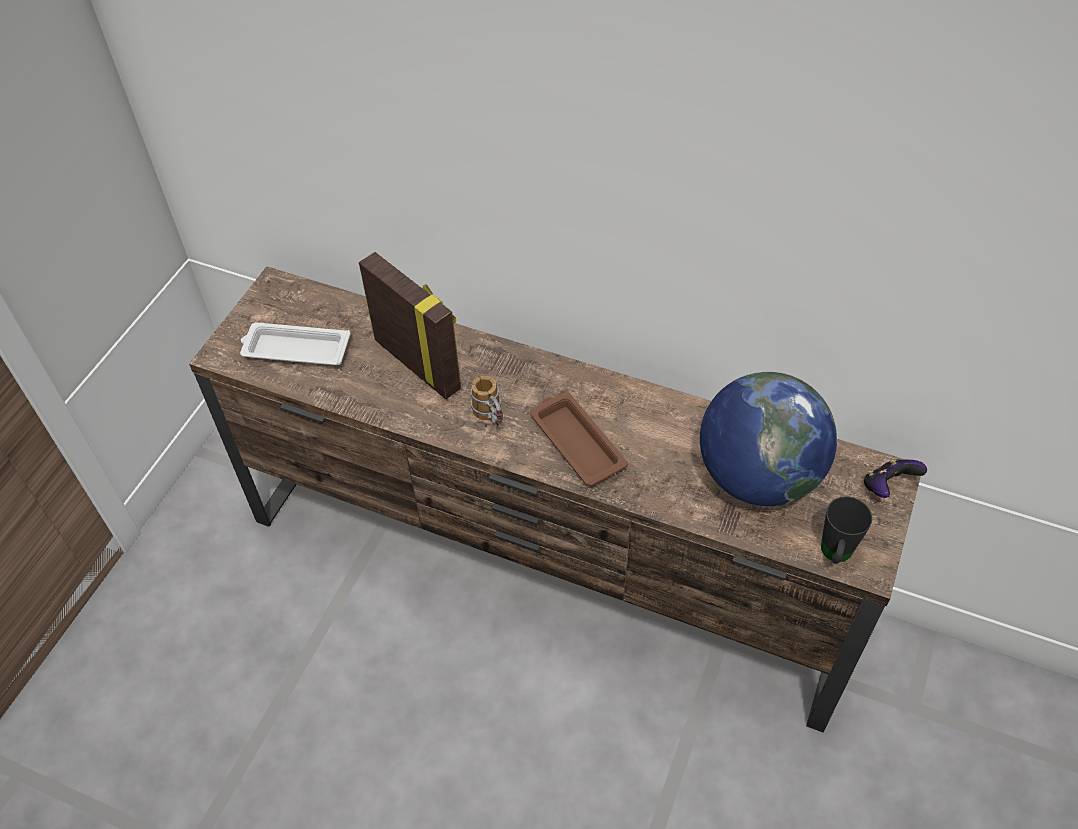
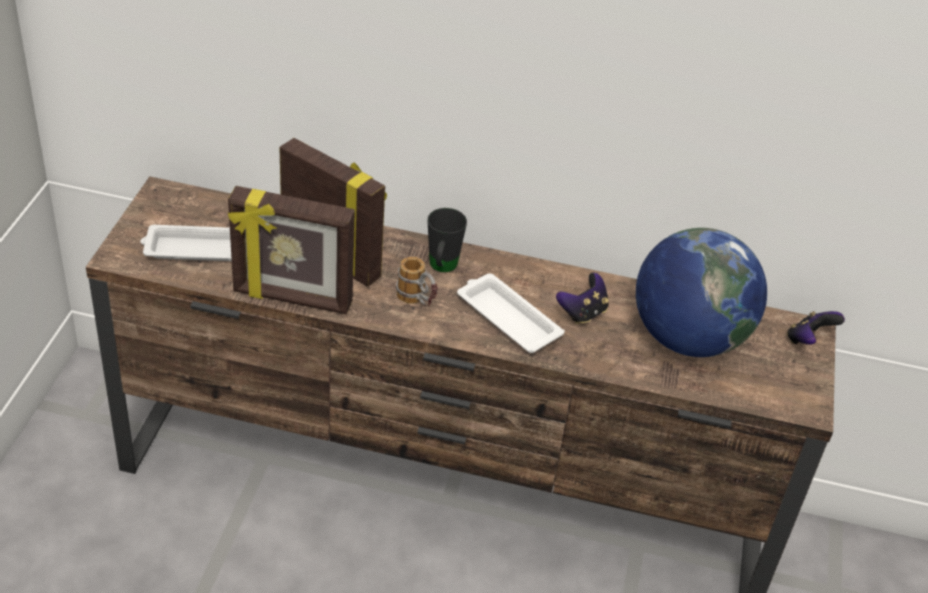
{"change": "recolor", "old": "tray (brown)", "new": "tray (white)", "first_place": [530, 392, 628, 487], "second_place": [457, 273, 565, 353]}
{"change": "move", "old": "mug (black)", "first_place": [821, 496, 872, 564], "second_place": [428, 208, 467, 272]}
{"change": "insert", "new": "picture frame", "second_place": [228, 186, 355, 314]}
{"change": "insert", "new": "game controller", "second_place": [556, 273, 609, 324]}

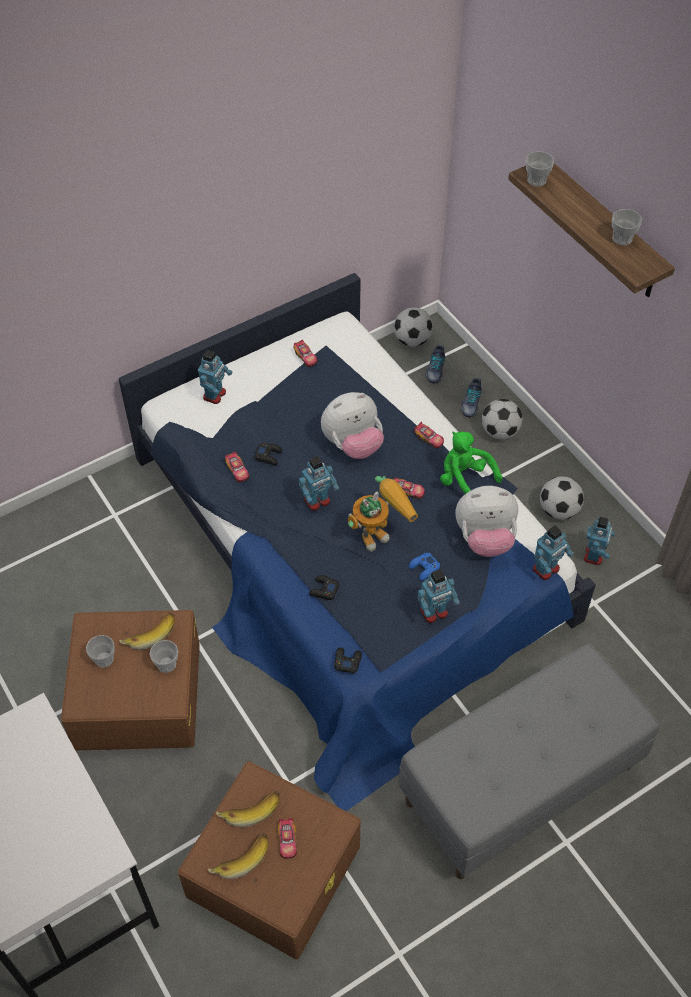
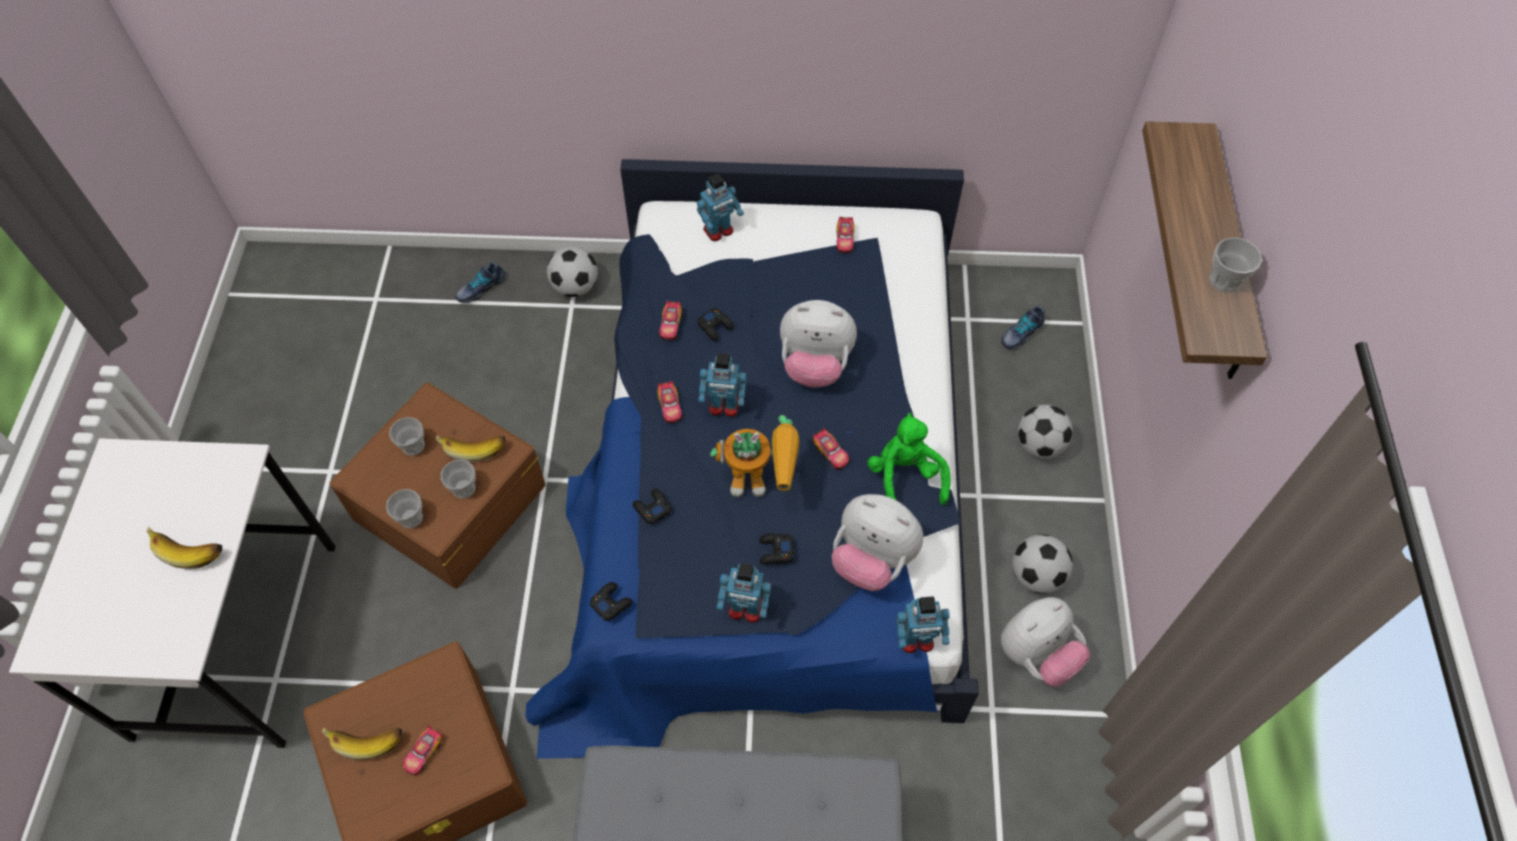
{"change": "move", "old": "banana", "first_place": [216, 790, 280, 827], "second_place": [146, 527, 222, 569]}
{"change": "move", "old": "football", "first_place": [394, 307, 433, 347], "second_place": [547, 246, 598, 297]}
{"change": "recolor", "old": "game controller (blue)", "new": "game controller (black)", "first_place": [409, 553, 440, 581], "second_place": [759, 533, 794, 565]}
{"change": "move", "old": "toy car", "first_place": [414, 422, 444, 449], "second_place": [657, 381, 682, 423]}
{"change": "move", "old": "shoe", "first_place": [460, 378, 482, 417], "second_place": [455, 261, 506, 303]}
{"change": "move", "old": "cup", "first_place": [526, 151, 554, 187], "second_place": [386, 489, 423, 528]}
{"change": "replace", "old": "toy robot", "new": "plush toy", "first_place": [584, 517, 615, 565], "second_place": [1001, 597, 1090, 687]}

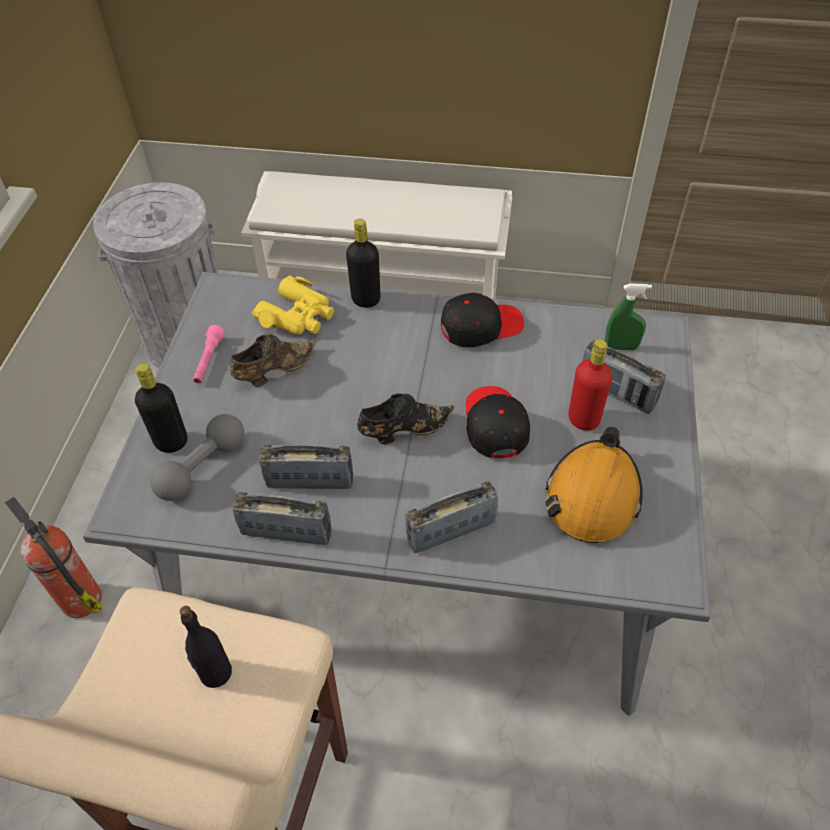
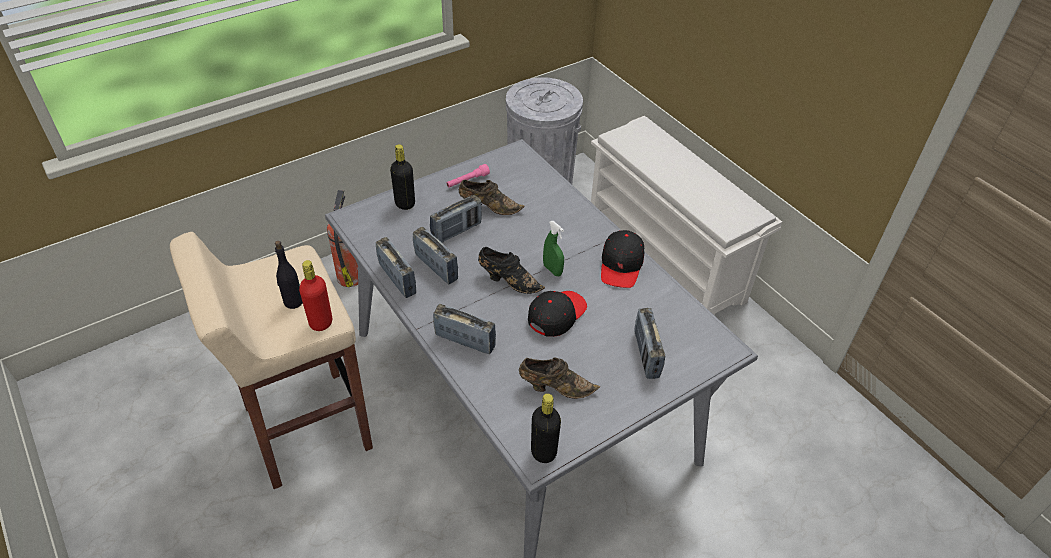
{"change": "delete", "old": "dumbbell (grey)", "first_place": [150, 414, 245, 501]}
{"change": "delete", "old": "binoculars (yellow)", "first_place": [252, 275, 334, 335]}
{"change": "move", "old": "bottle (black)", "first_place": [346, 219, 381, 308], "second_place": [531, 393, 561, 463]}
{"change": "rotate", "old": "cap (black)", "first_place": [441, 293, 524, 348], "second_place": [601, 230, 645, 288], "degrees": 75}
{"change": "replace", "old": "hard hat (orange)", "new": "shoe (brown)", "first_place": [545, 426, 643, 543], "second_place": [519, 357, 600, 399]}
{"change": "move", "old": "bottle (red)", "first_place": [569, 339, 612, 431], "second_place": [299, 260, 332, 331]}
{"change": "move", "old": "spray bottle (green)", "first_place": [605, 284, 652, 350], "second_place": [543, 221, 564, 276]}
{"change": "insert", "new": "radio", "second_place": [430, 195, 482, 243]}

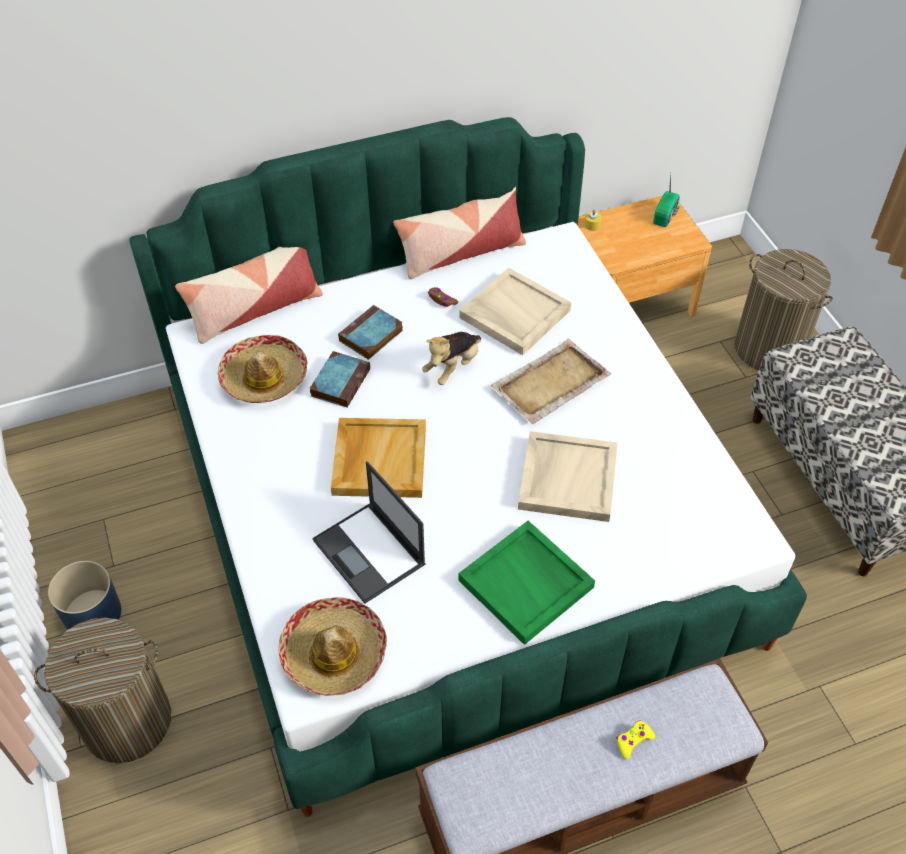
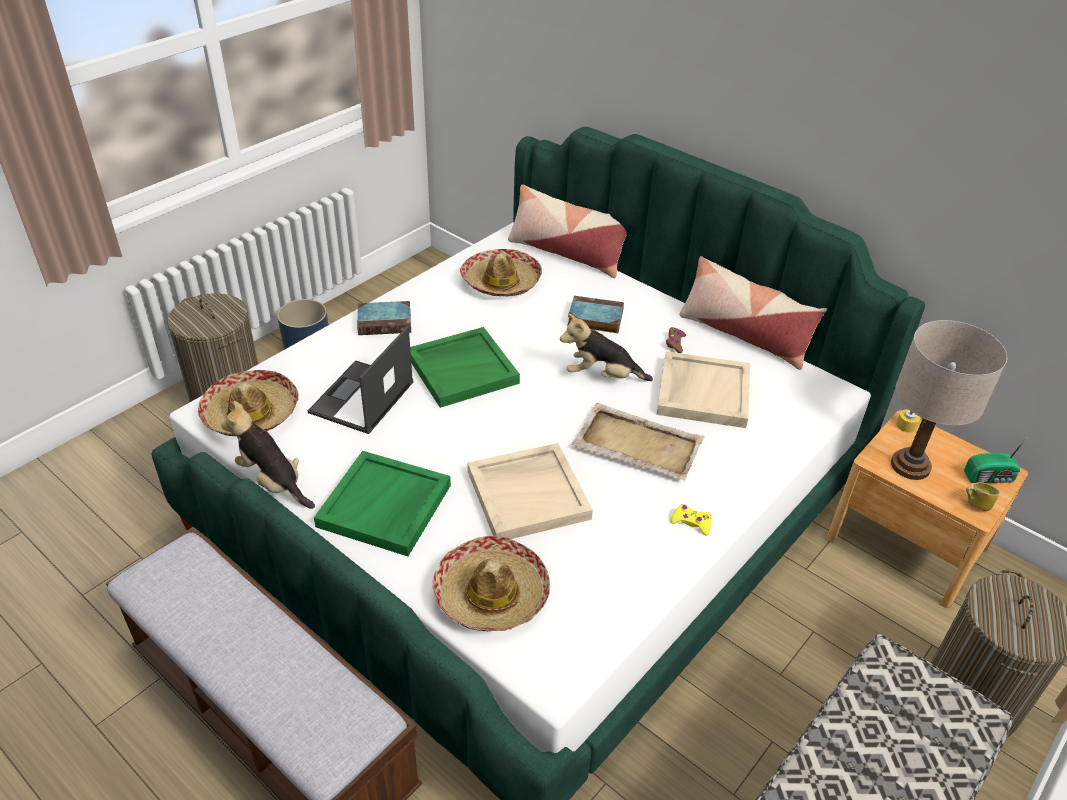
{"change": "move", "old": "book", "first_place": [309, 351, 370, 408], "second_place": [357, 301, 411, 335]}
{"change": "recolor", "old": "tray (beige)", "new": "tray (green)", "first_place": [331, 418, 426, 498], "second_place": [410, 327, 520, 408]}
{"change": "move", "old": "game controller (yellow)", "first_place": [617, 720, 655, 759], "second_place": [670, 504, 712, 536]}
{"change": "insert", "new": "plush toy", "second_place": [221, 401, 315, 509]}
{"change": "insert", "new": "hat", "second_place": [433, 536, 550, 631]}
{"change": "insert", "new": "table lamp (beige)", "second_place": [891, 320, 1007, 480]}
{"change": "insert", "new": "mug", "second_place": [966, 482, 1000, 511]}

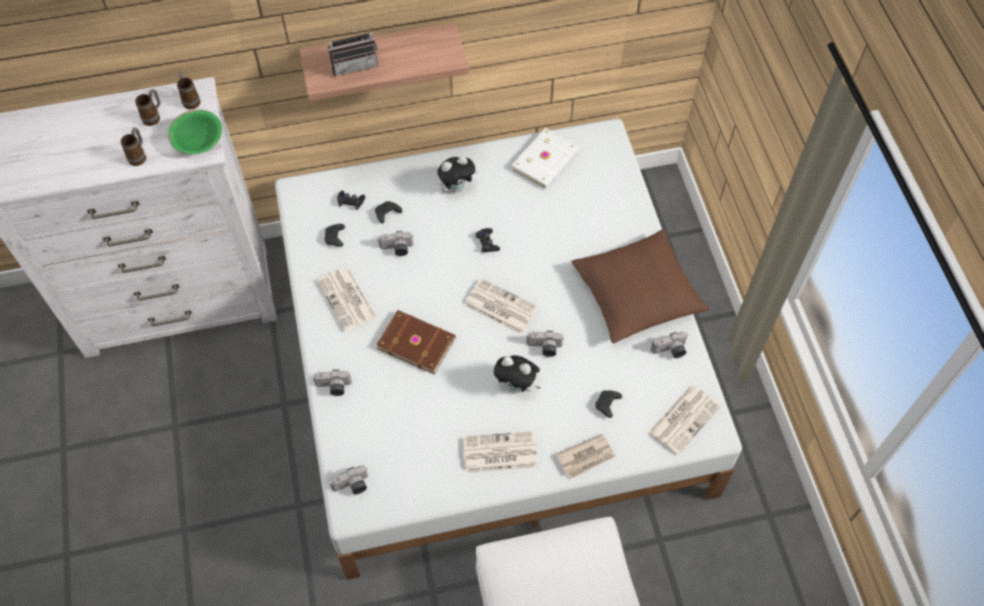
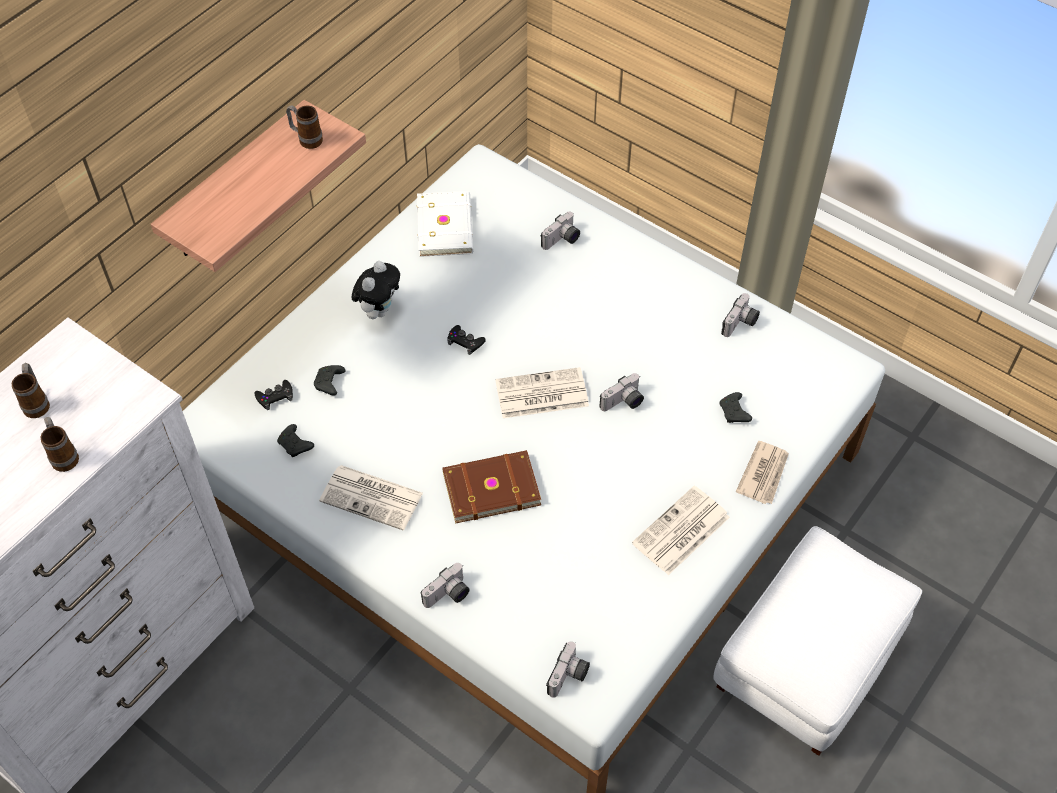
{"change": "delete", "old": "bowl (green)", "first_place": [168, 109, 222, 154]}
{"change": "move", "old": "mug", "first_place": [177, 72, 200, 109], "second_place": [286, 105, 323, 149]}
{"change": "delete", "old": "radio", "first_place": [328, 18, 378, 76]}
{"change": "move", "old": "photo camera", "first_place": [378, 231, 413, 256], "second_place": [541, 211, 580, 250]}
{"change": "delete", "old": "plush toy", "first_place": [494, 355, 541, 393]}
{"change": "delete", "old": "pillow (brown)", "first_place": [572, 229, 710, 343]}
{"change": "delete", "old": "newspaper", "first_place": [648, 385, 721, 455]}

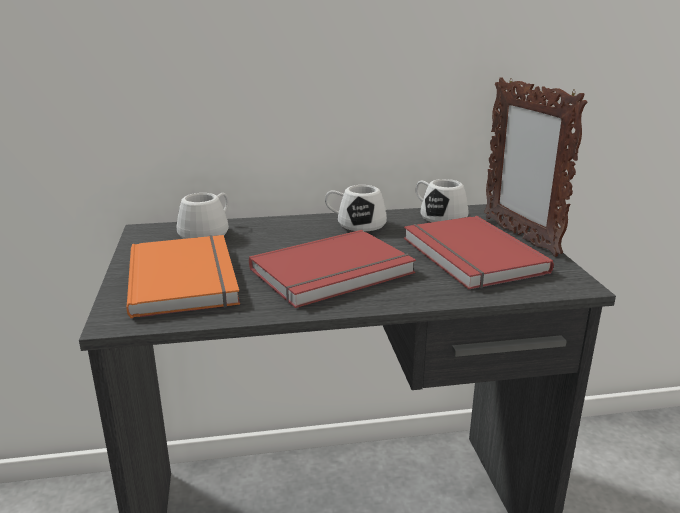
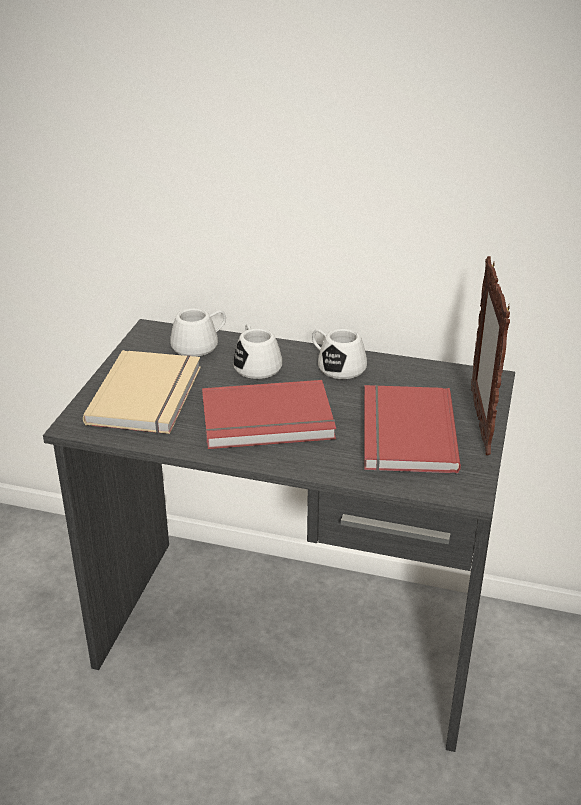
{"change": "recolor", "old": "book (orange)", "new": "book (beige)", "first_place": [126, 235, 240, 318], "second_place": [83, 350, 201, 434]}
{"change": "move", "old": "mug (white)", "first_place": [416, 179, 468, 222], "second_place": [233, 324, 282, 379]}

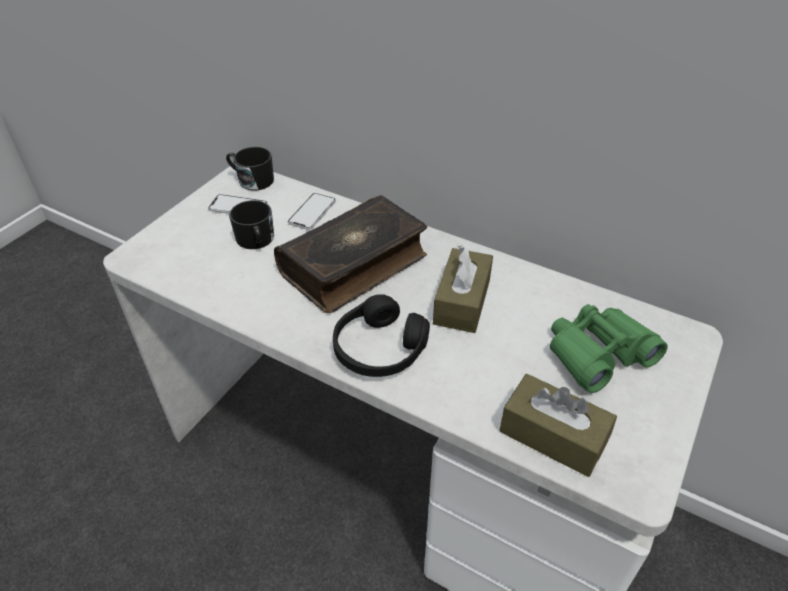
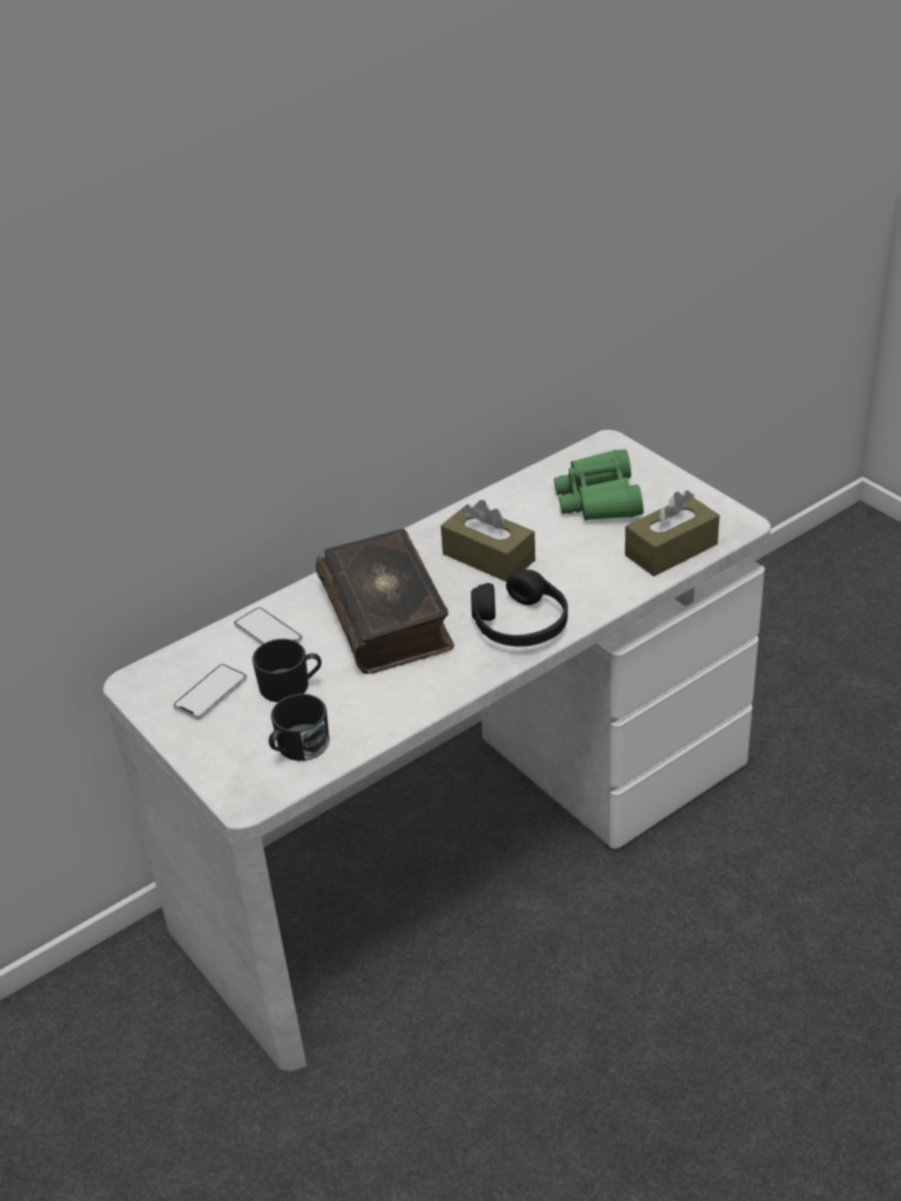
{"change": "move", "old": "mug (black)", "first_place": [226, 147, 274, 191], "second_place": [269, 694, 329, 761]}

